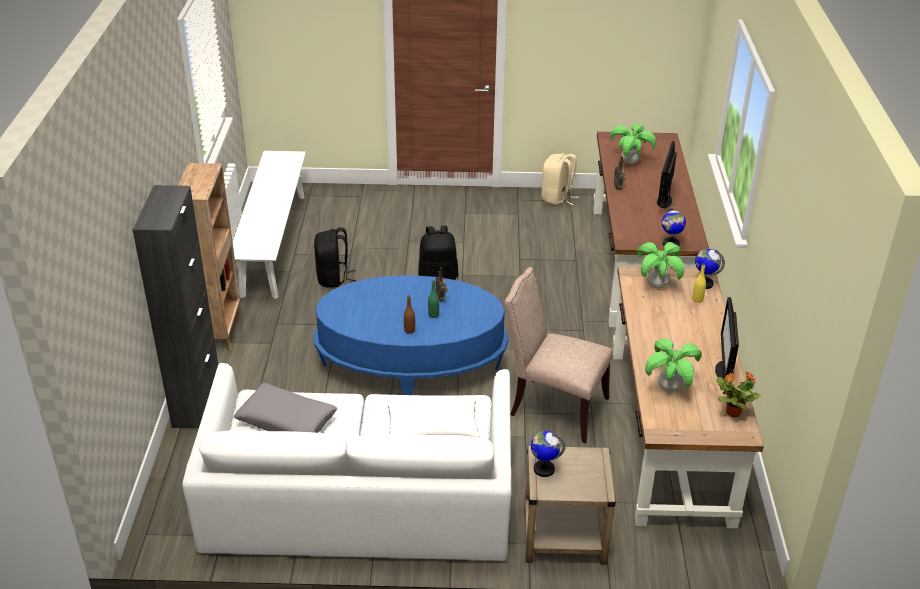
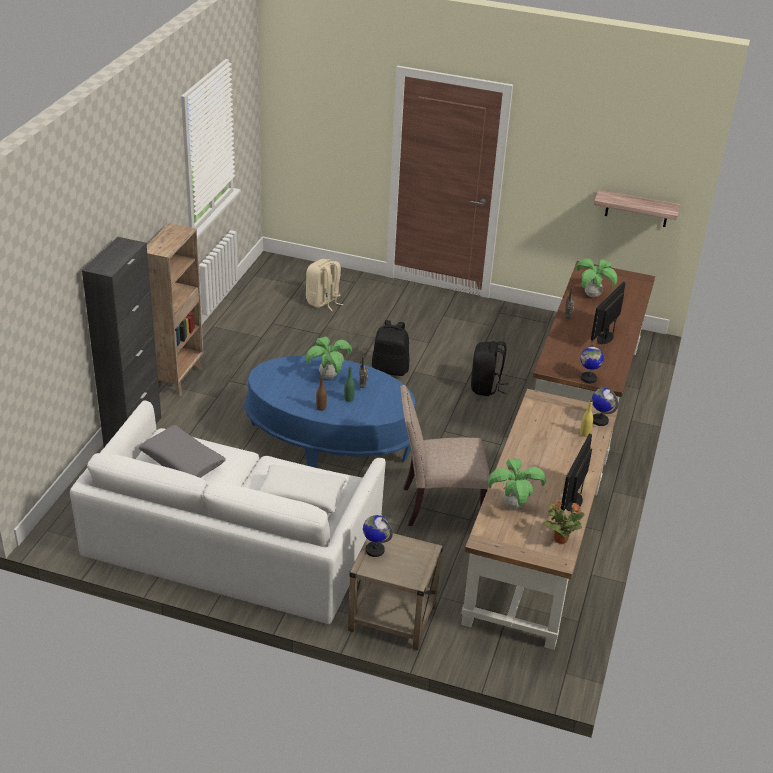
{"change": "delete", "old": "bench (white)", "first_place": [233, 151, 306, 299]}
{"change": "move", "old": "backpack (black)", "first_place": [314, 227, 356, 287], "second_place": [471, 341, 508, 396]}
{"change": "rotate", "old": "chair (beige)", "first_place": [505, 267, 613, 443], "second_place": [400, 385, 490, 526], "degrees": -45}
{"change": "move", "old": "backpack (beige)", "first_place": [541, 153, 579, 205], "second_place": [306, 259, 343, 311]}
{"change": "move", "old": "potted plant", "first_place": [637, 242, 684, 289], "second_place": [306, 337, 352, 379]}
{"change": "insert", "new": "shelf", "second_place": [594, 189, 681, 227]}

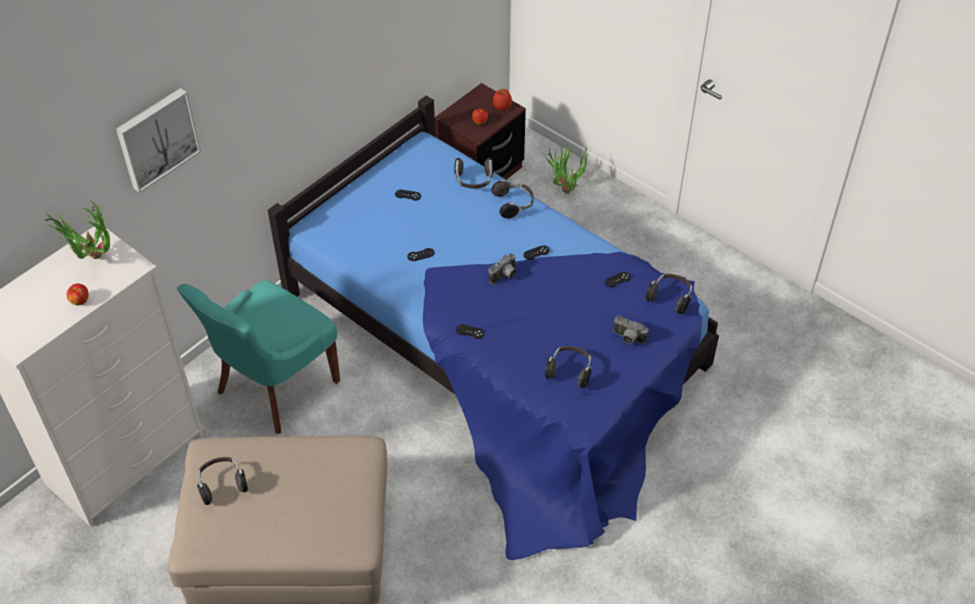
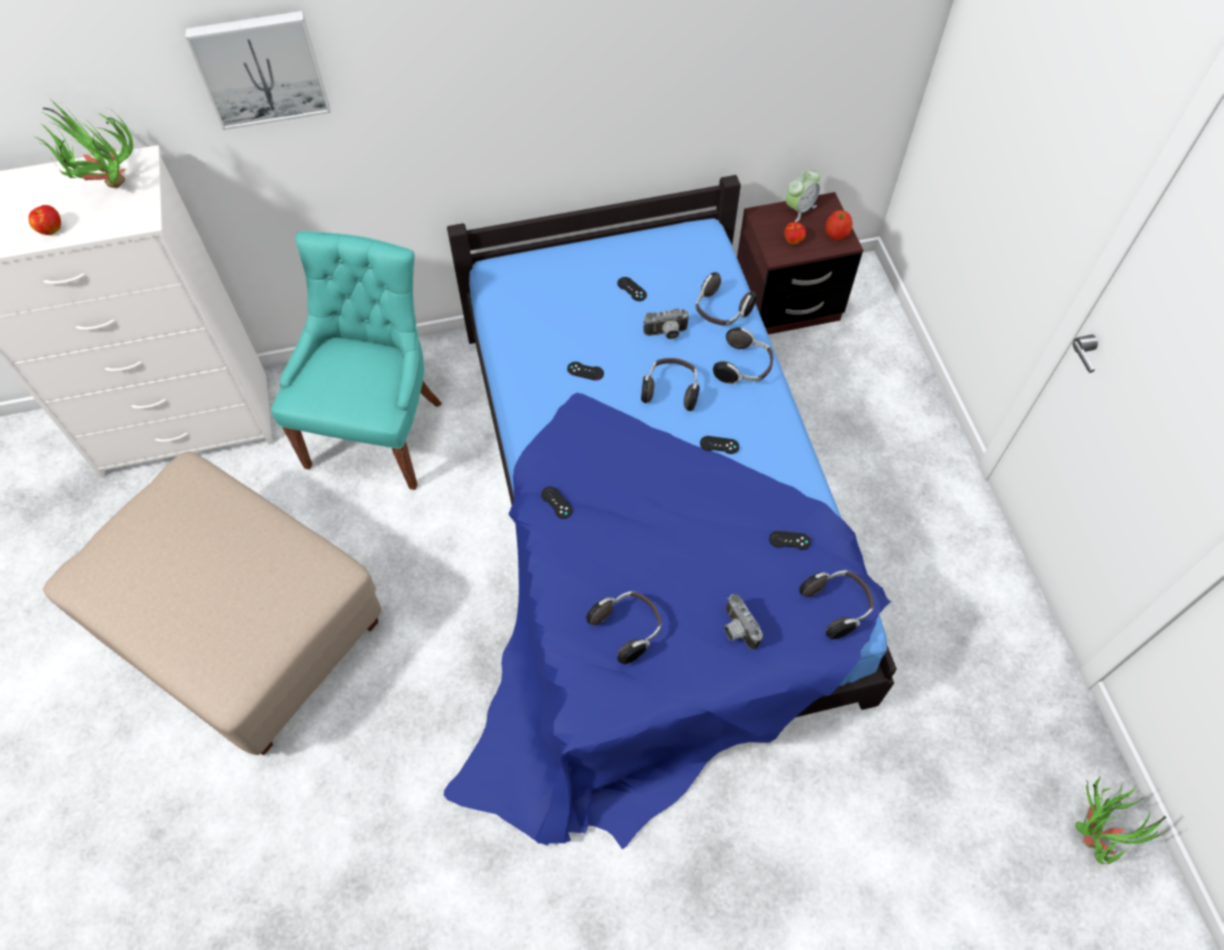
{"change": "rotate", "old": "chair (turquoise)", "first_place": [177, 280, 340, 434], "second_place": [271, 231, 442, 490], "degrees": 120}
{"change": "move", "old": "headphones", "first_place": [197, 457, 248, 505], "second_place": [641, 358, 700, 411]}
{"change": "move", "old": "photo camera", "first_place": [488, 253, 517, 284], "second_place": [643, 308, 690, 339]}
{"change": "move", "old": "potted plant", "first_place": [544, 146, 589, 194], "second_place": [1075, 777, 1169, 864]}
{"change": "insert", "new": "alarm clock", "second_place": [786, 169, 820, 222]}

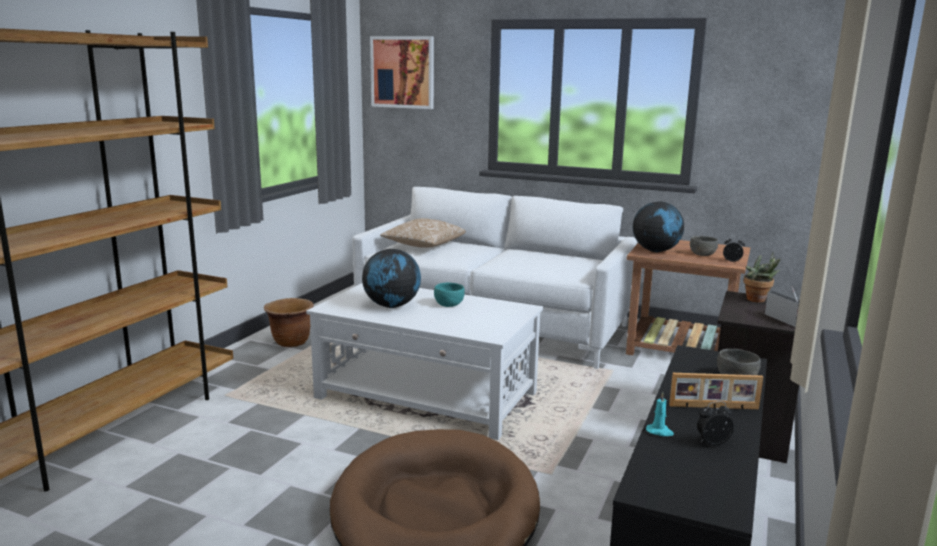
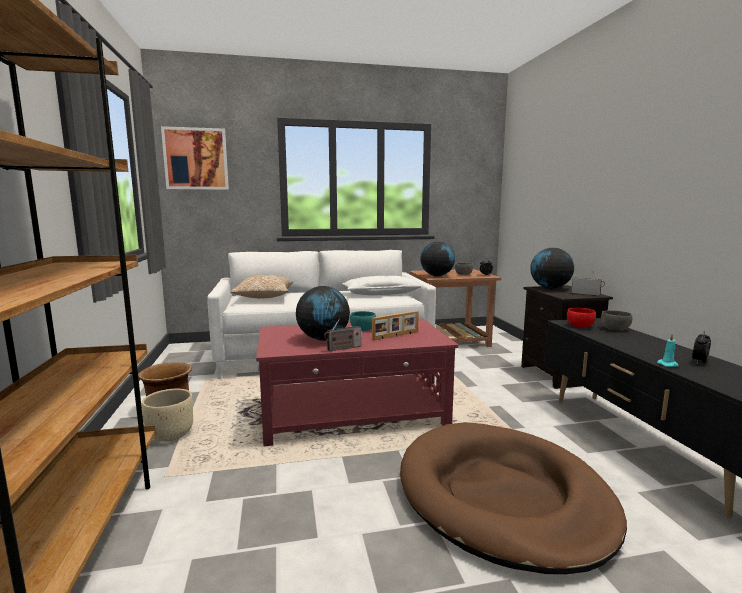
{"change": "recolor", "old": "coffee table (white)", "new": "coffee table (red)", "first_place": [306, 283, 543, 440], "second_place": [256, 318, 458, 446]}
{"change": "move", "old": "picture frame", "first_place": [669, 373, 763, 410], "second_place": [372, 311, 419, 341]}
{"change": "replace", "old": "potted plant", "new": "globe", "first_place": [744, 252, 780, 303], "second_place": [530, 248, 574, 289]}
{"change": "insert", "new": "planter (beige)", "second_place": [142, 389, 193, 442]}
{"change": "insert", "new": "radio", "second_place": [324, 318, 361, 351]}
{"change": "insert", "new": "pillow (white)", "second_place": [342, 276, 422, 295]}
{"change": "insert", "new": "bowl (red)", "second_place": [567, 308, 596, 328]}

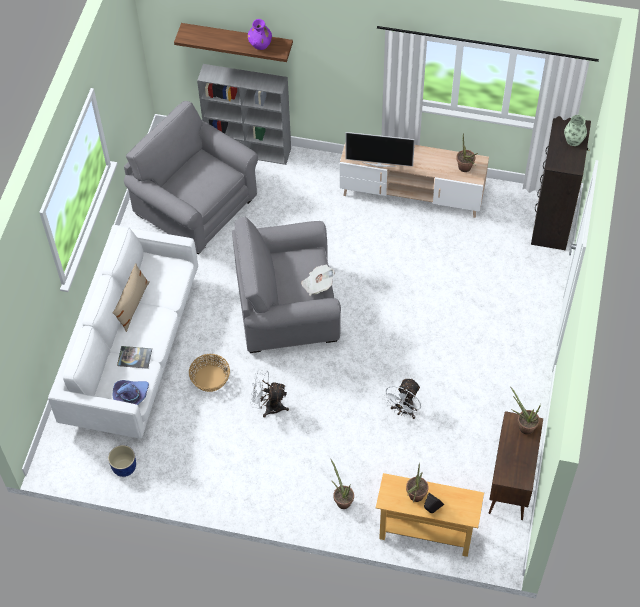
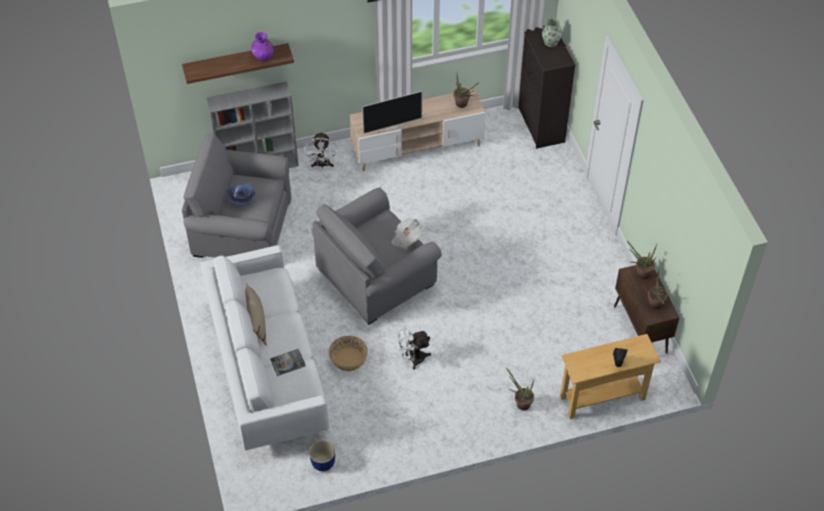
{"change": "move", "old": "hat (purple)", "first_place": [113, 380, 149, 405], "second_place": [225, 183, 256, 206]}
{"change": "move", "old": "fan (white)", "first_place": [382, 378, 421, 419], "second_place": [305, 132, 337, 168]}
{"change": "move", "old": "potted plant", "first_place": [406, 463, 428, 502], "second_place": [648, 269, 667, 309]}

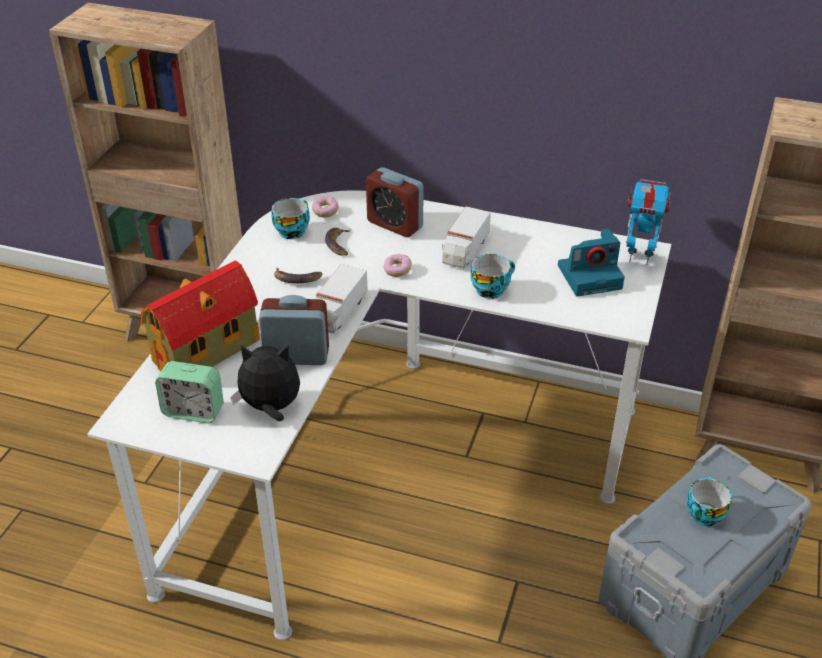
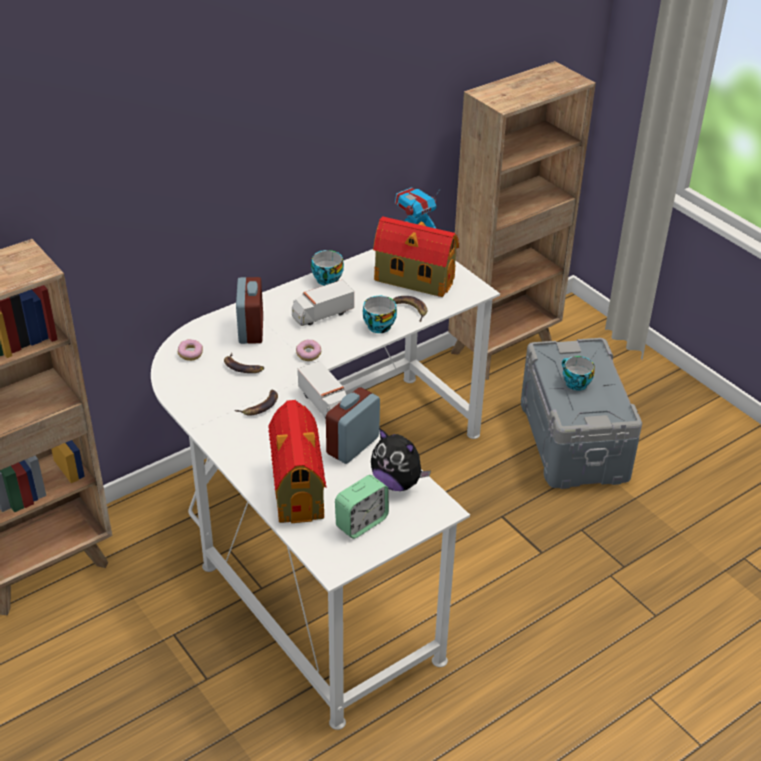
{"change": "rotate", "old": "plush toy", "first_place": [230, 344, 300, 421], "second_place": [371, 428, 431, 491], "degrees": -90}
{"change": "move", "old": "cup", "first_place": [272, 198, 310, 239], "second_place": [311, 250, 344, 286]}
{"change": "rotate", "old": "alarm clock", "first_place": [366, 167, 424, 237], "second_place": [236, 277, 263, 344], "degrees": -75}
{"change": "rotate", "old": "toy truck", "first_place": [442, 206, 491, 268], "second_place": [292, 280, 354, 326], "degrees": 90}
{"change": "replace", "old": "photo camera", "new": "toy house", "first_place": [558, 229, 625, 297], "second_place": [373, 216, 459, 297]}
{"change": "insert", "new": "banana", "second_place": [393, 296, 427, 322]}

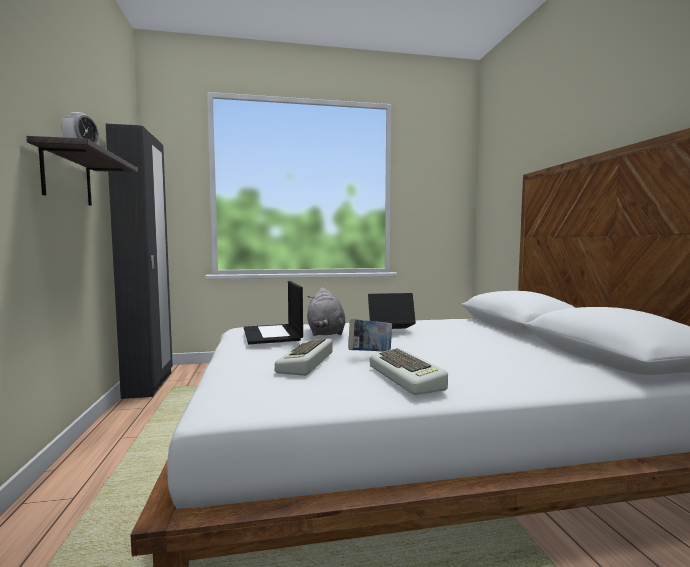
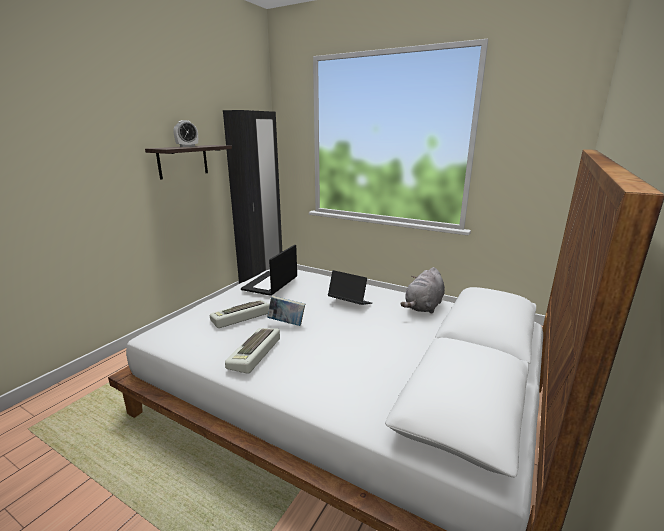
{"change": "move", "old": "plush toy (grey)", "first_place": [307, 287, 346, 336], "second_place": [400, 267, 445, 314]}

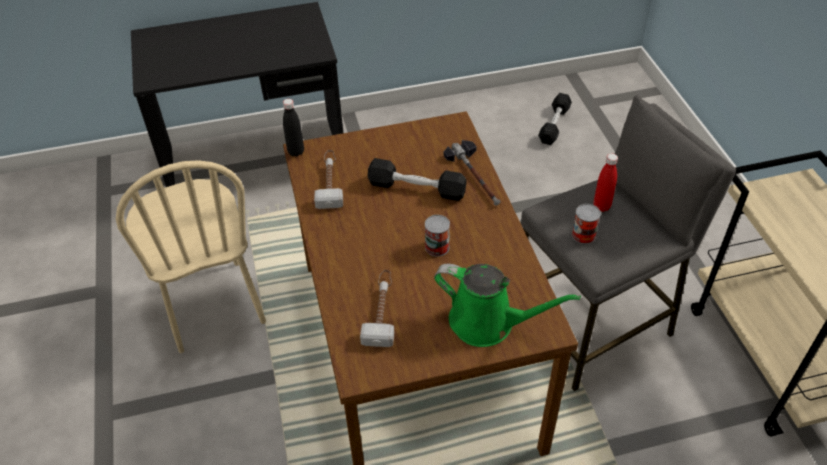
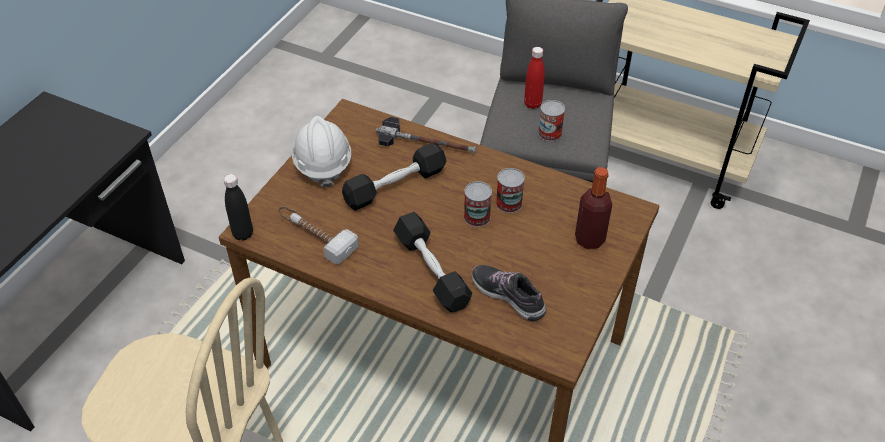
{"change": "replace", "old": "hammer", "new": "shoe", "first_place": [360, 270, 394, 347], "second_place": [471, 265, 546, 321]}
{"change": "replace", "old": "watering can (green)", "new": "bottle", "first_place": [434, 264, 581, 347], "second_place": [575, 167, 612, 249]}
{"change": "move", "old": "dumbbell (black)", "first_place": [538, 93, 572, 145], "second_place": [393, 212, 472, 312]}
{"change": "insert", "new": "hard hat (white)", "second_place": [292, 116, 351, 188]}
{"change": "insert", "new": "can", "second_place": [496, 168, 525, 213]}

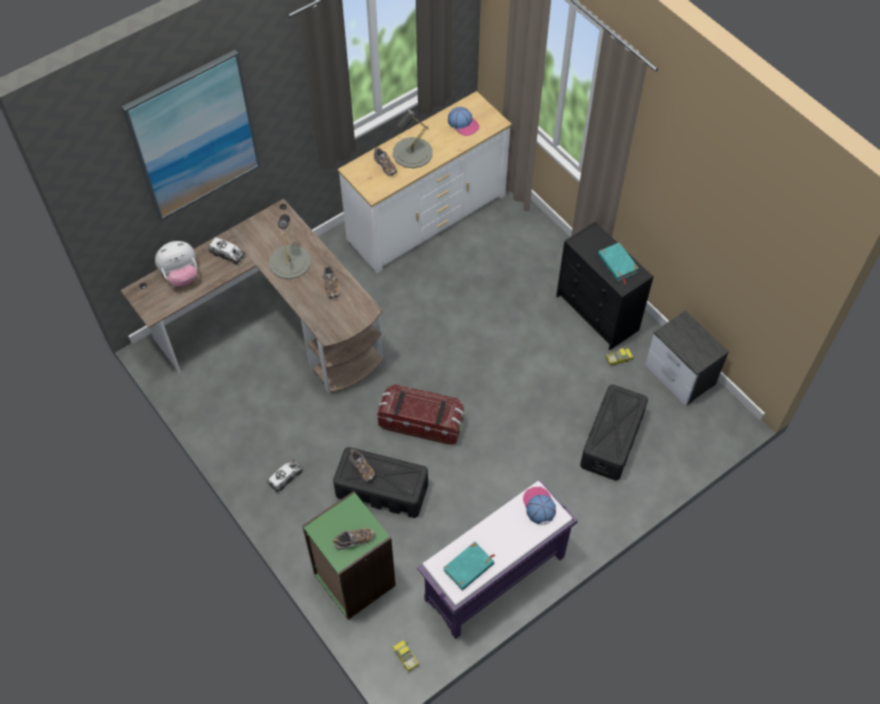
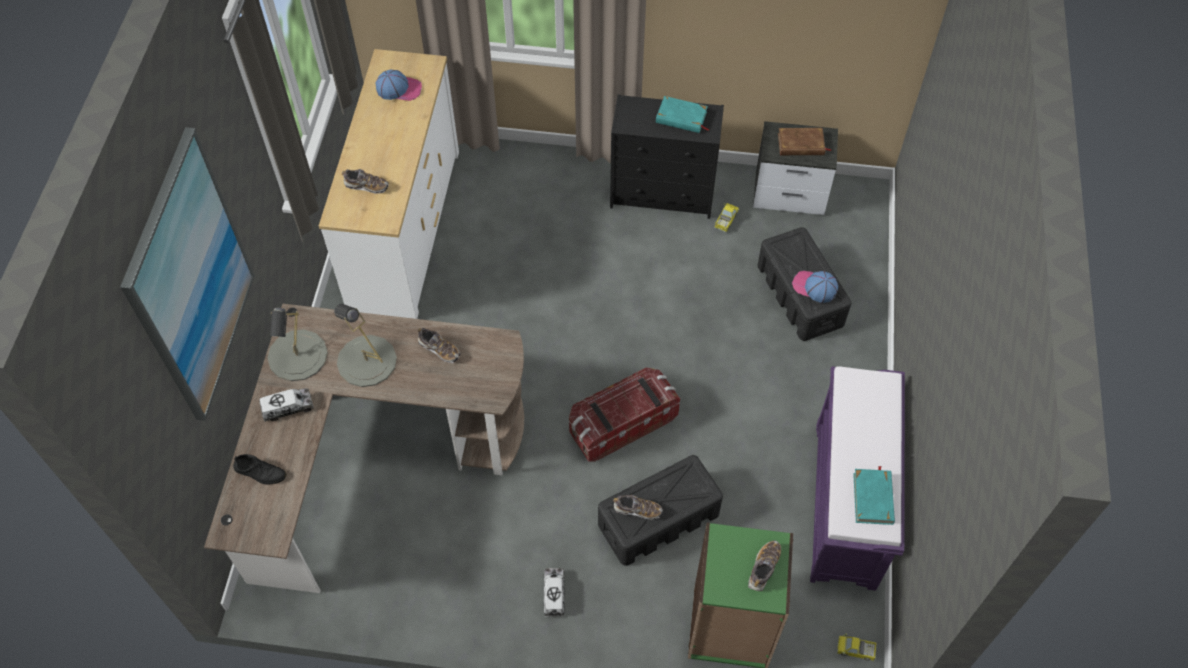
{"change": "replace", "old": "plush toy", "new": "shoe (black)", "first_place": [155, 241, 197, 287], "second_place": [233, 454, 287, 485]}
{"change": "move", "old": "table lamp (grey)", "first_place": [393, 110, 433, 168], "second_place": [267, 308, 328, 381]}
{"change": "move", "old": "cap", "first_place": [523, 487, 556, 524], "second_place": [792, 271, 838, 303]}
{"change": "insert", "new": "book (brown)", "second_place": [778, 128, 832, 155]}

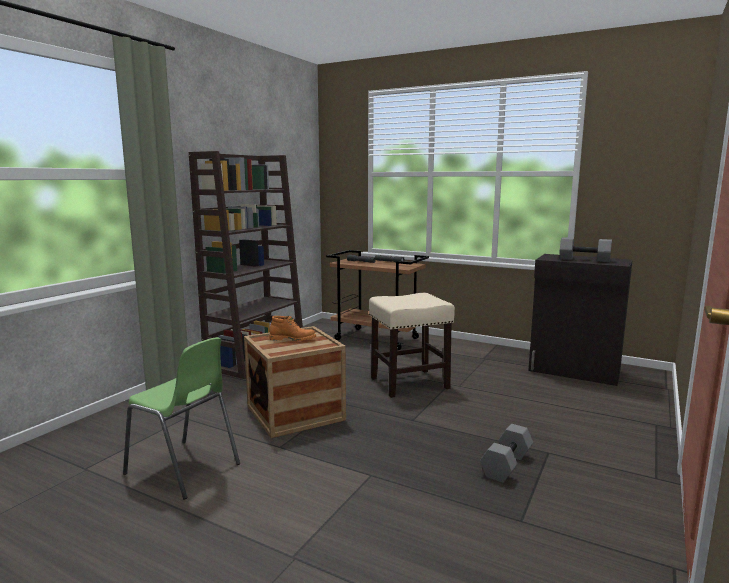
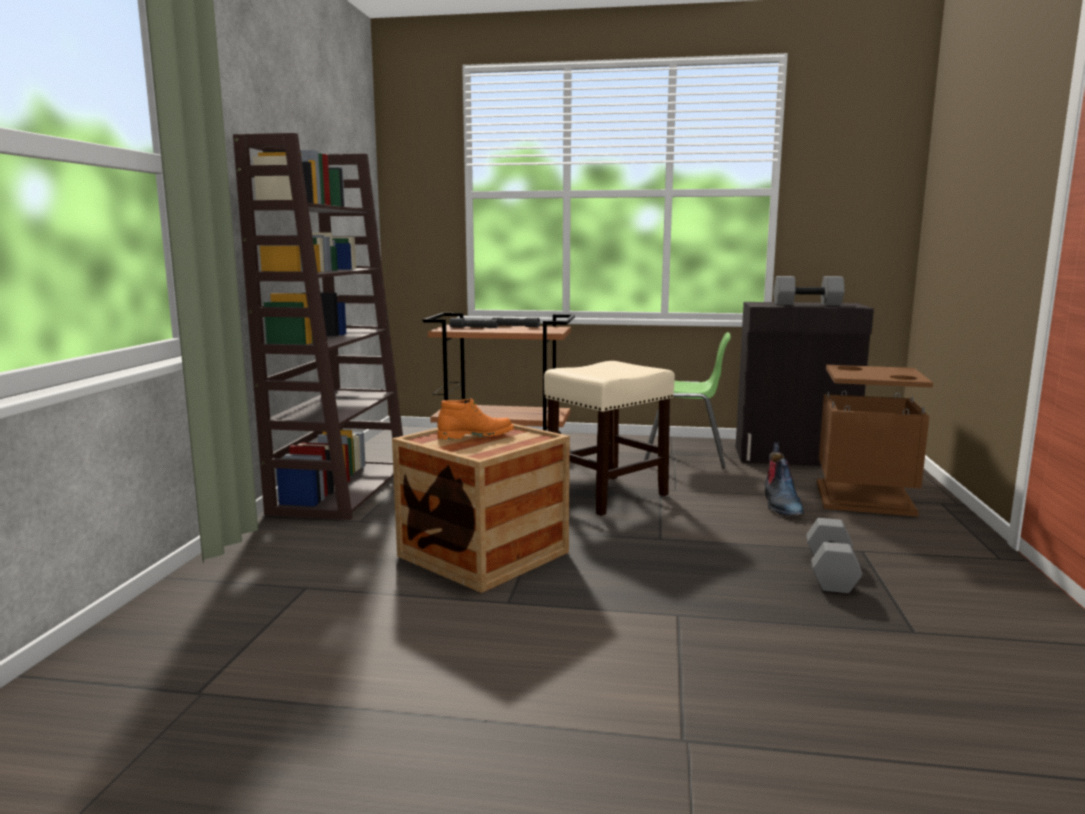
{"change": "move", "old": "chair (green)", "first_place": [123, 337, 240, 499], "second_place": [644, 332, 731, 468]}
{"change": "insert", "new": "boot", "second_place": [765, 442, 804, 515]}
{"change": "insert", "new": "trash can (brown)", "second_place": [817, 365, 933, 517]}

